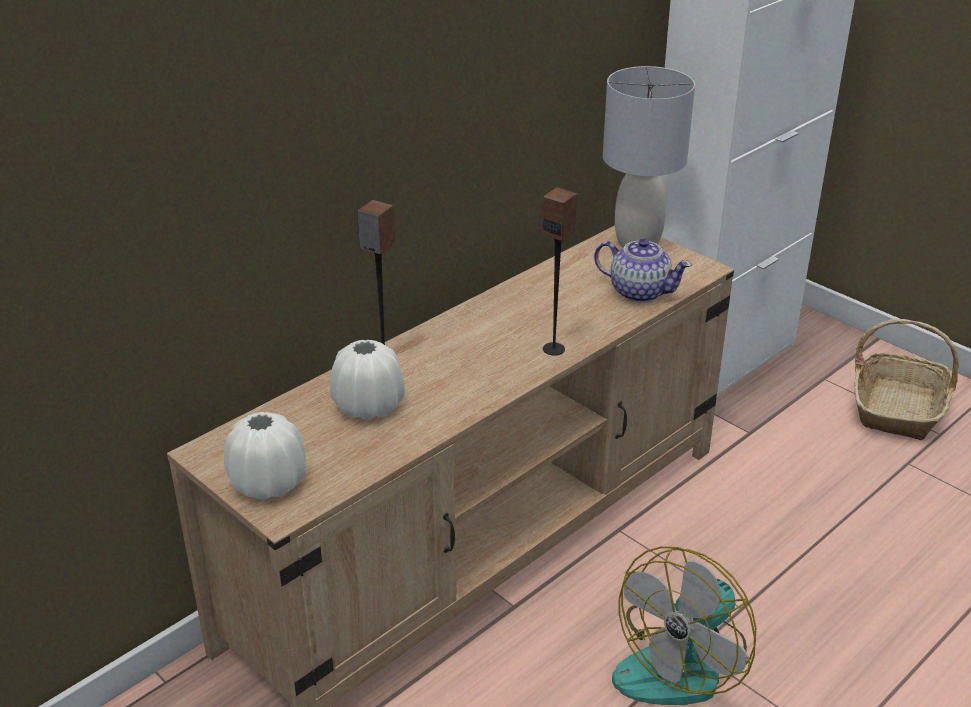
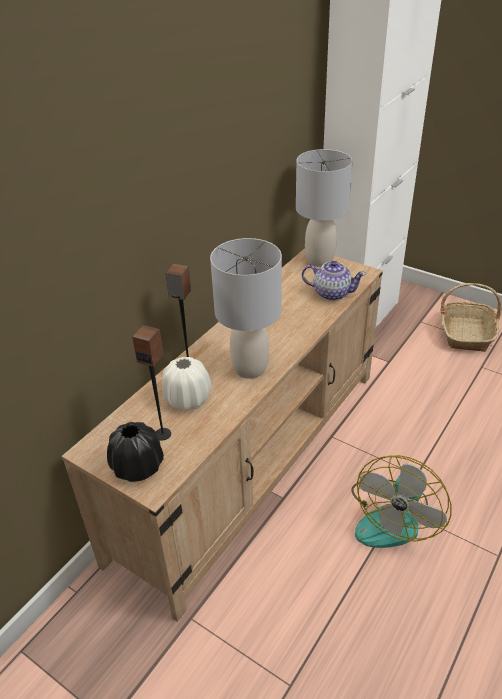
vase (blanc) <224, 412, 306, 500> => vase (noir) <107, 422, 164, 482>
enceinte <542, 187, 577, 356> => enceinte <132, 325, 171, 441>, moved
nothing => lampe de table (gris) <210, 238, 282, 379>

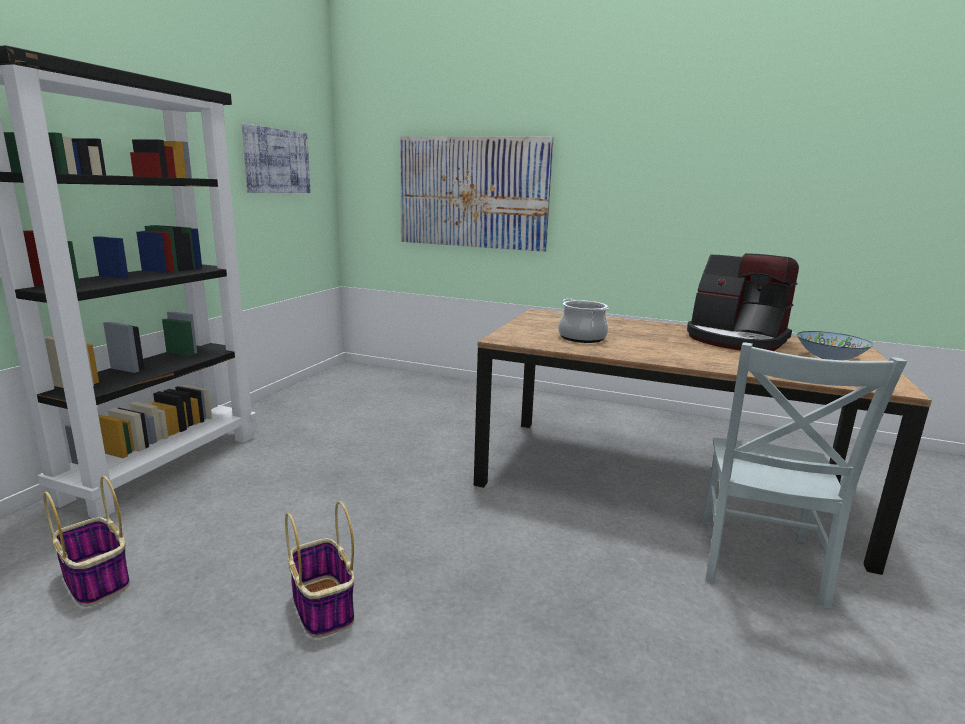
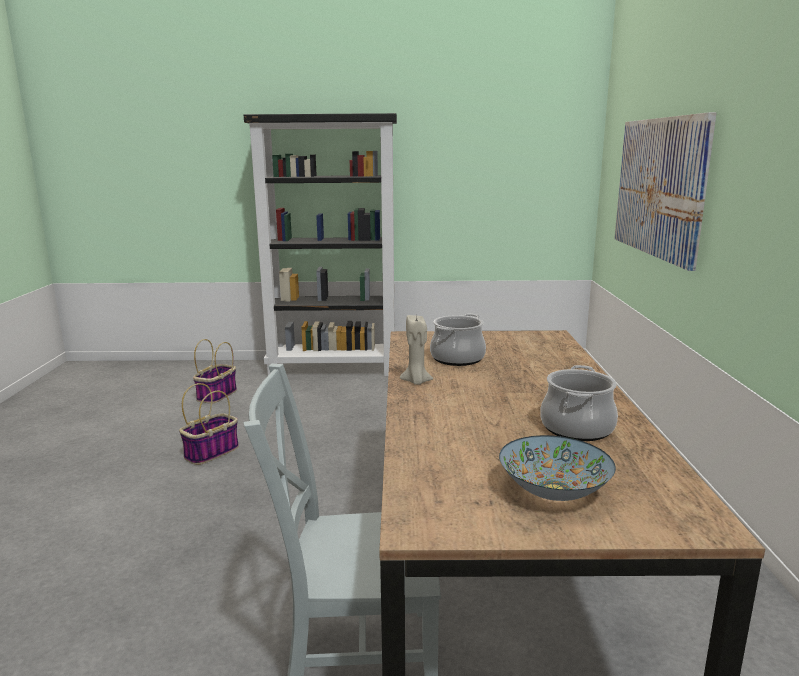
tableau <242, 124, 311, 193> => nothing
machine à café <687, 253, 799, 351> => marmite <540, 365, 618, 441>
nothing => bougie (beige) <400, 315, 433, 385>

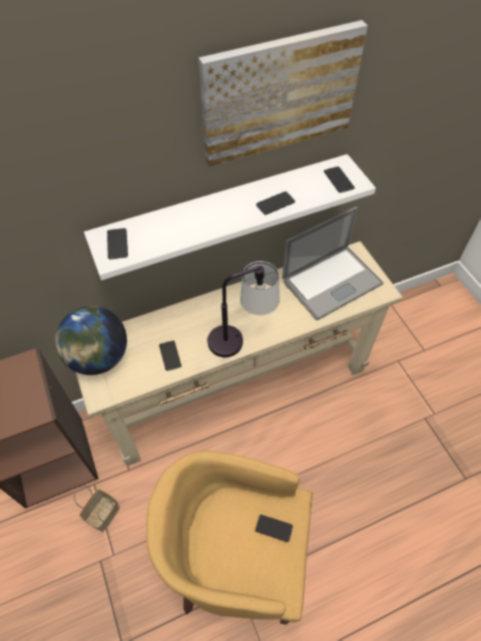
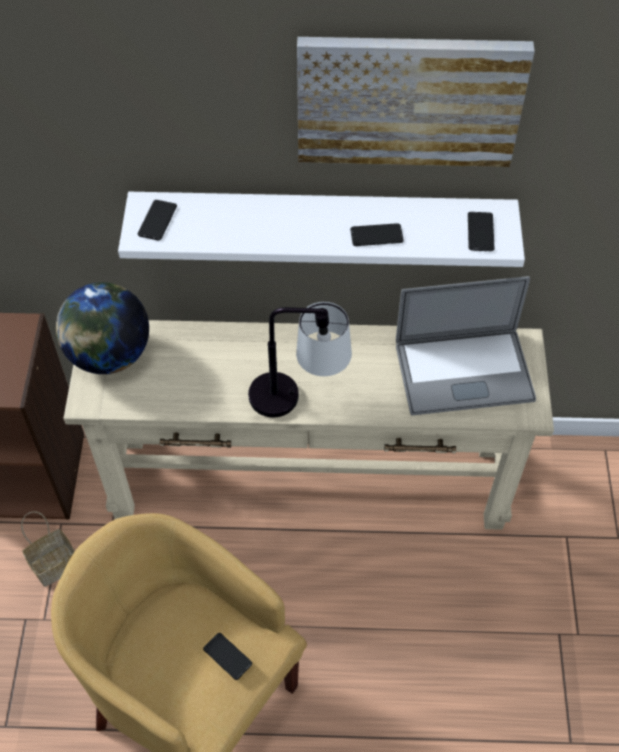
téléphone <159, 341, 182, 371> => nothing

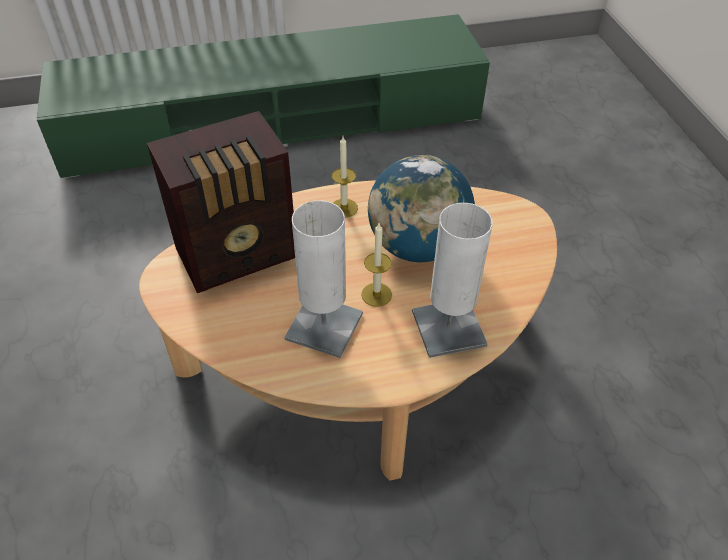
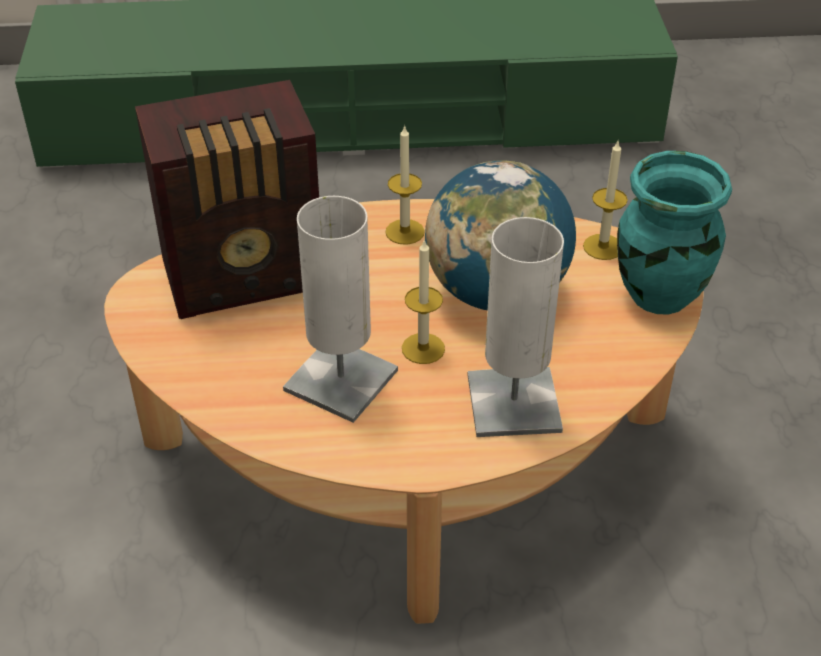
nothing => bougie <583, 139, 628, 260>
nothing => vase (turquoise) <617, 151, 732, 315>

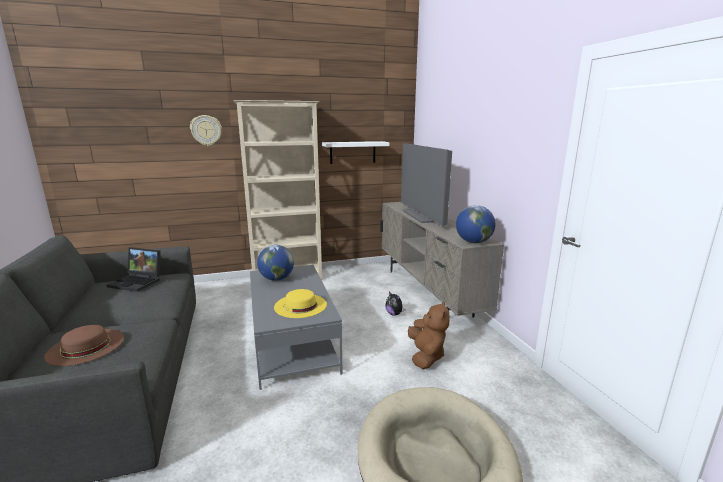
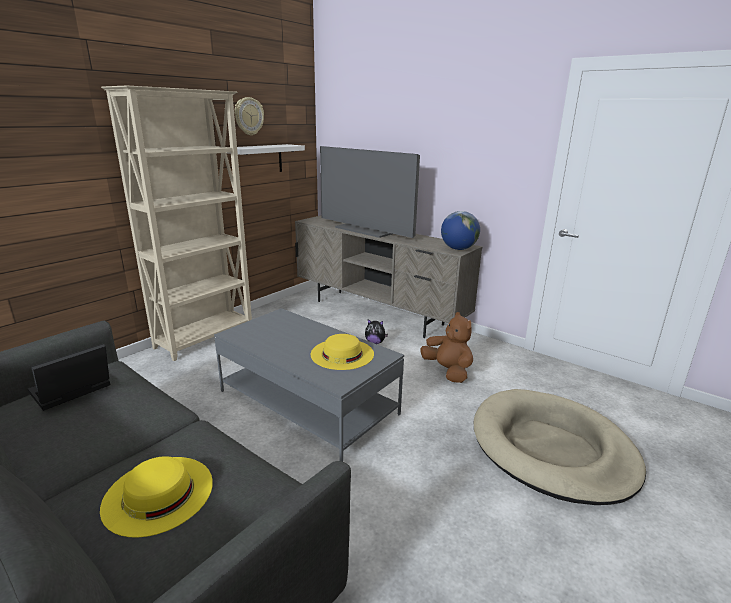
chapeau (marron) <44, 325, 124, 366> => chapeau (jaune) <100, 456, 213, 538>
ordinateur portable <107, 247, 161, 292> => ordinateur portable <28, 344, 111, 411>, 150 degrees clockwise
horloge murale <190, 115, 222, 146> => horloge murale <234, 97, 264, 136>, moved
globe <257, 245, 294, 281> => nothing

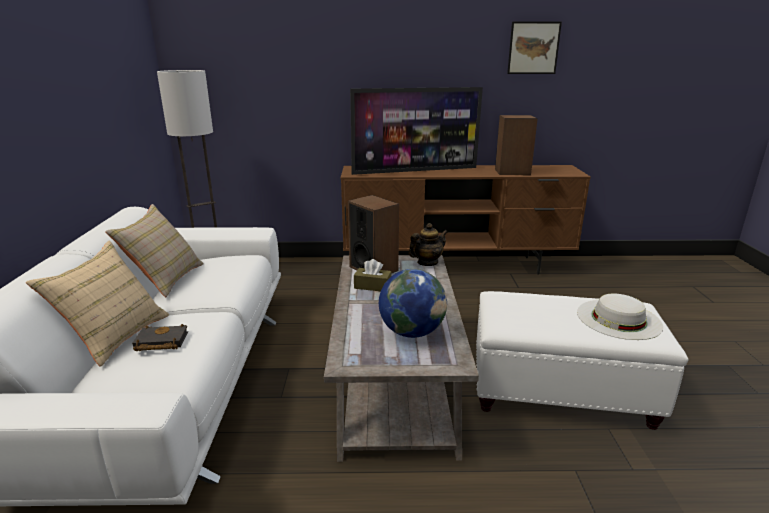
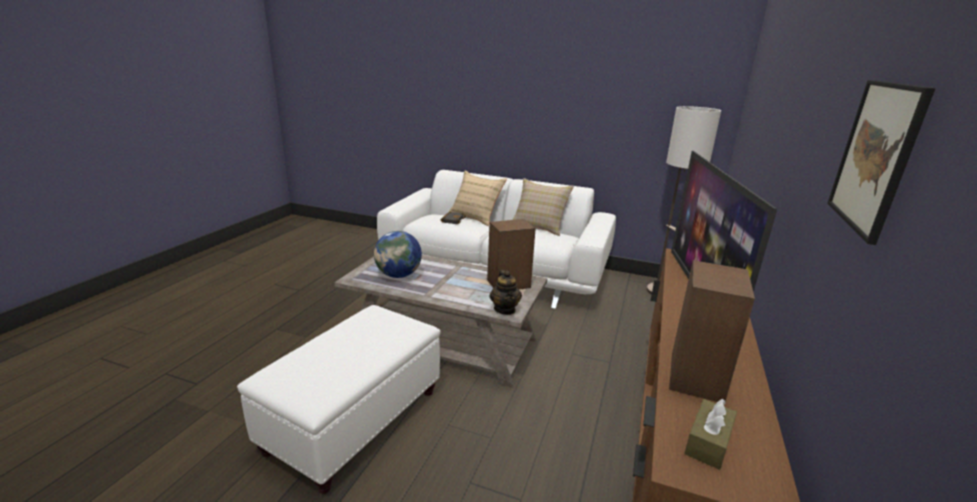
boîte à mouchoirs (marron) <354, 259, 391, 291> => boîte à mouchoirs (marron) <684, 399, 737, 470>, moved
chapeau (blanc) <577, 294, 663, 340> => nothing

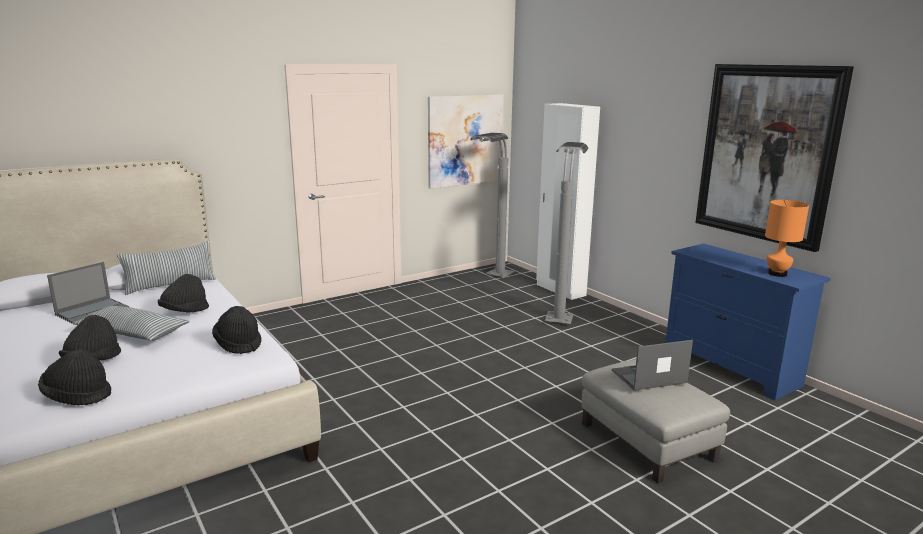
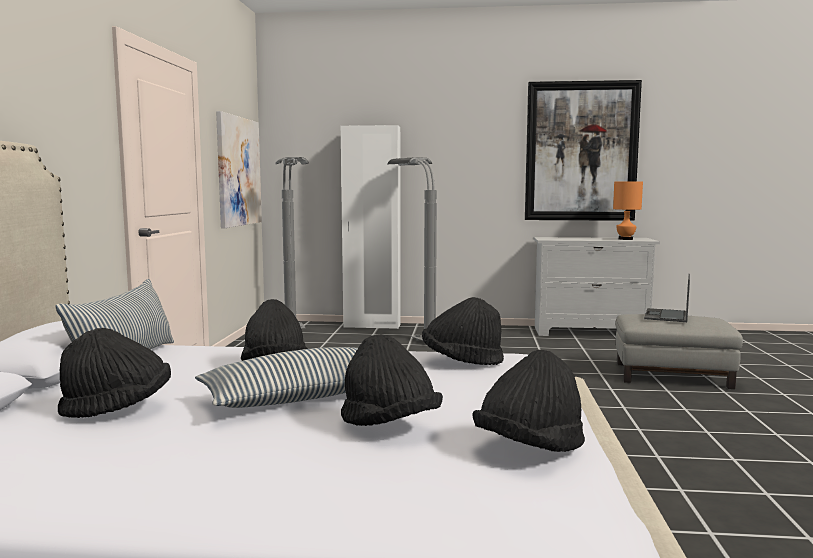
ordinateur portable <47, 262, 130, 323> => chapeau (noir) <58, 328, 171, 418>
commode (bleu) <665, 243, 831, 400> => commode (blanc) <534, 237, 660, 336>

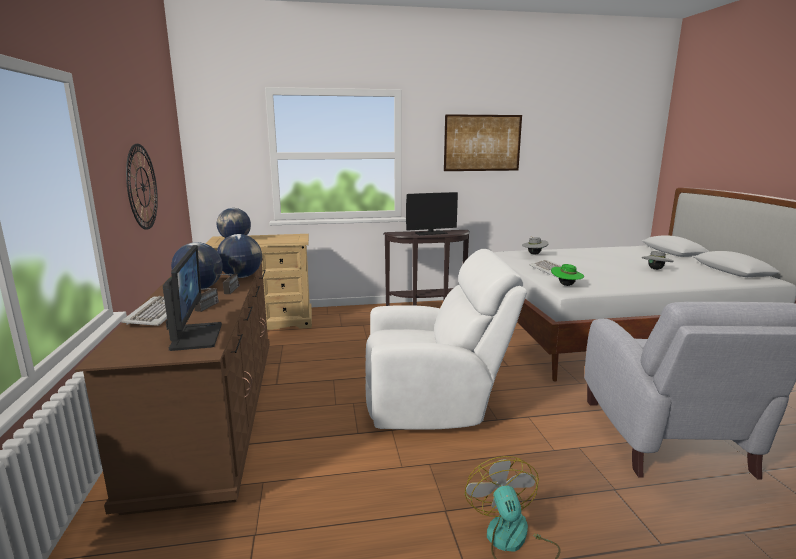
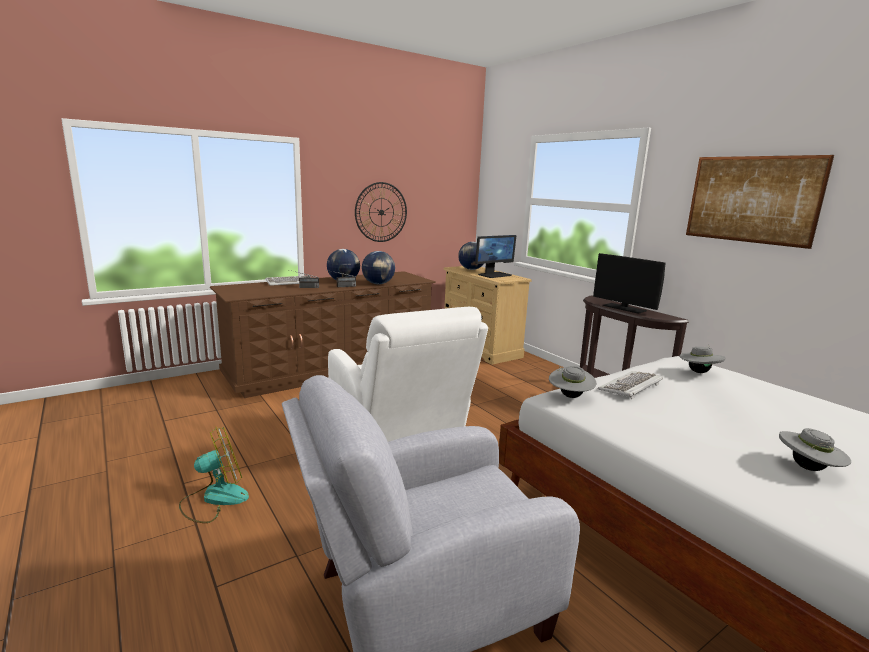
écran d'ordinateur <163, 245, 222, 351> => écran d'ordinateur <475, 235, 516, 278>, moved
chapeau (vert) <551, 264, 584, 286> => chapeau (gris) <549, 366, 596, 398>

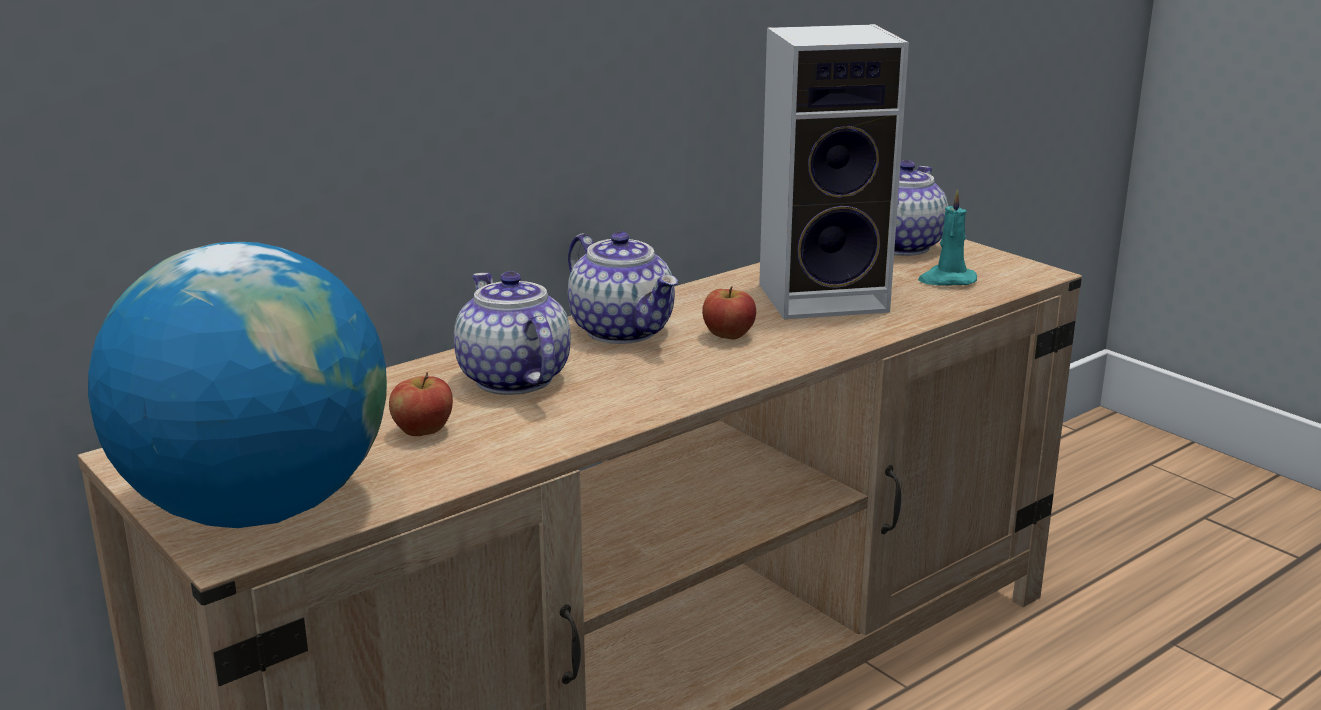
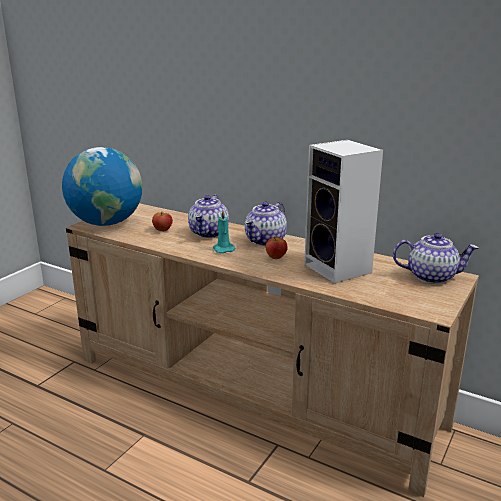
théière <454, 271, 571, 395> => théière <188, 195, 229, 238>, 150 degrees clockwise
bougie (turquoise) <918, 190, 977, 286> => bougie (turquoise) <213, 211, 236, 253>, moved

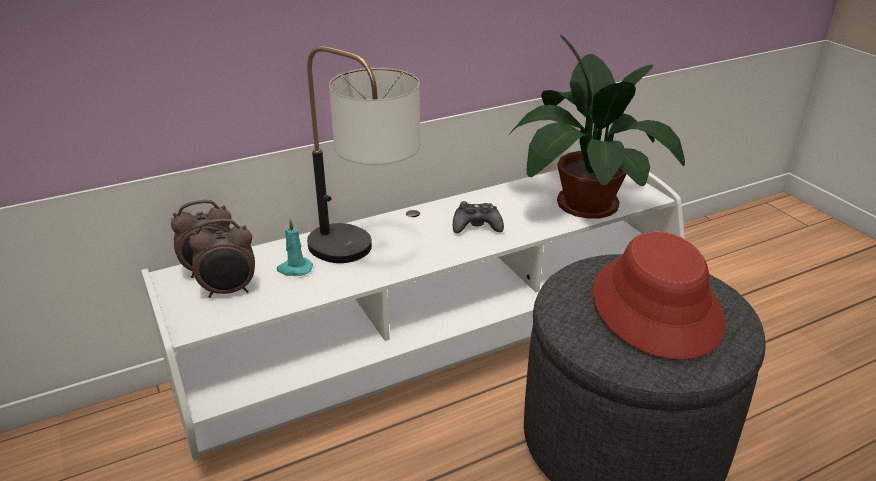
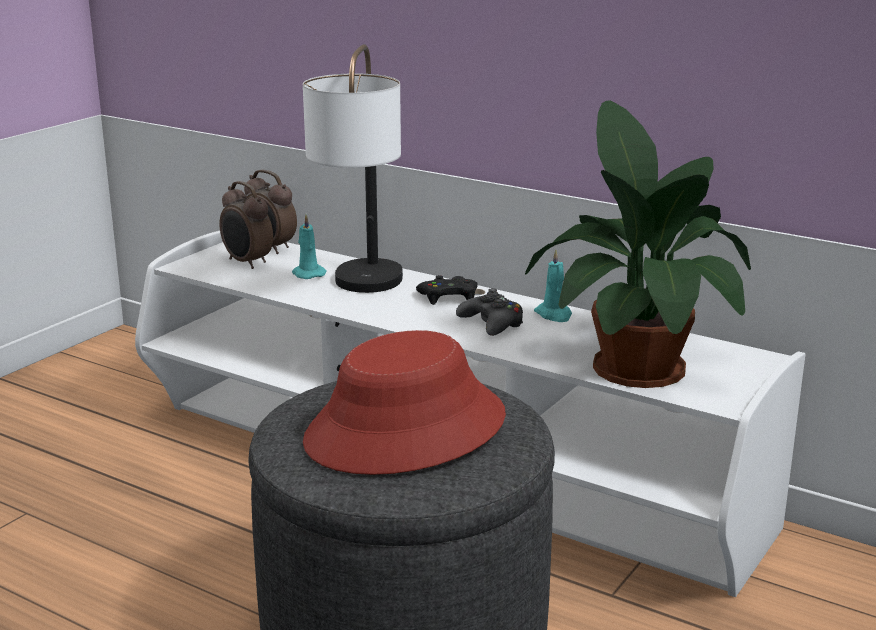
nothing => manette (noir) <416, 275, 478, 305>
nothing => bougie (turquoise) <534, 249, 572, 322>

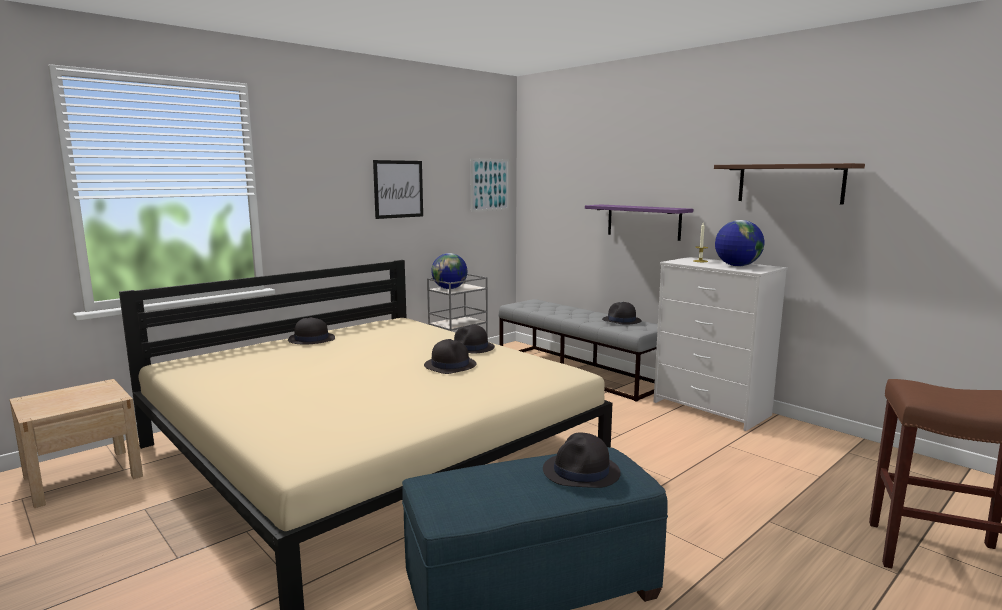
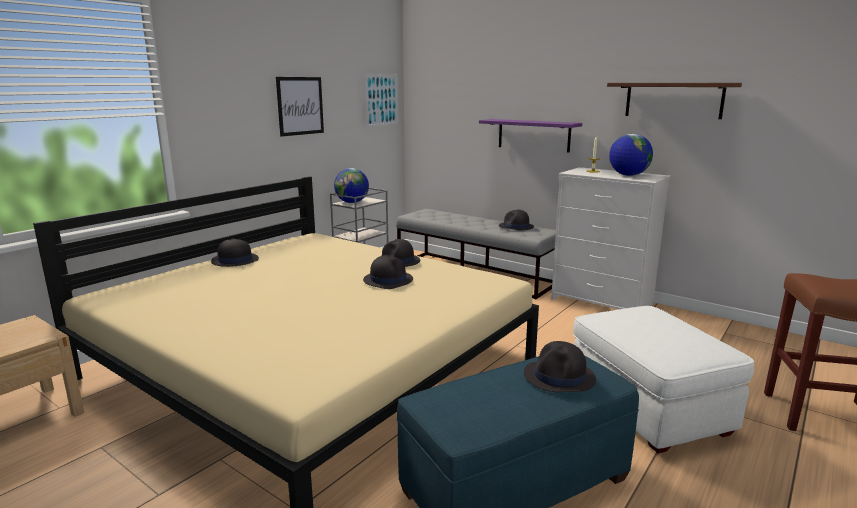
nothing => pouf (blanc) <573, 306, 754, 453>

